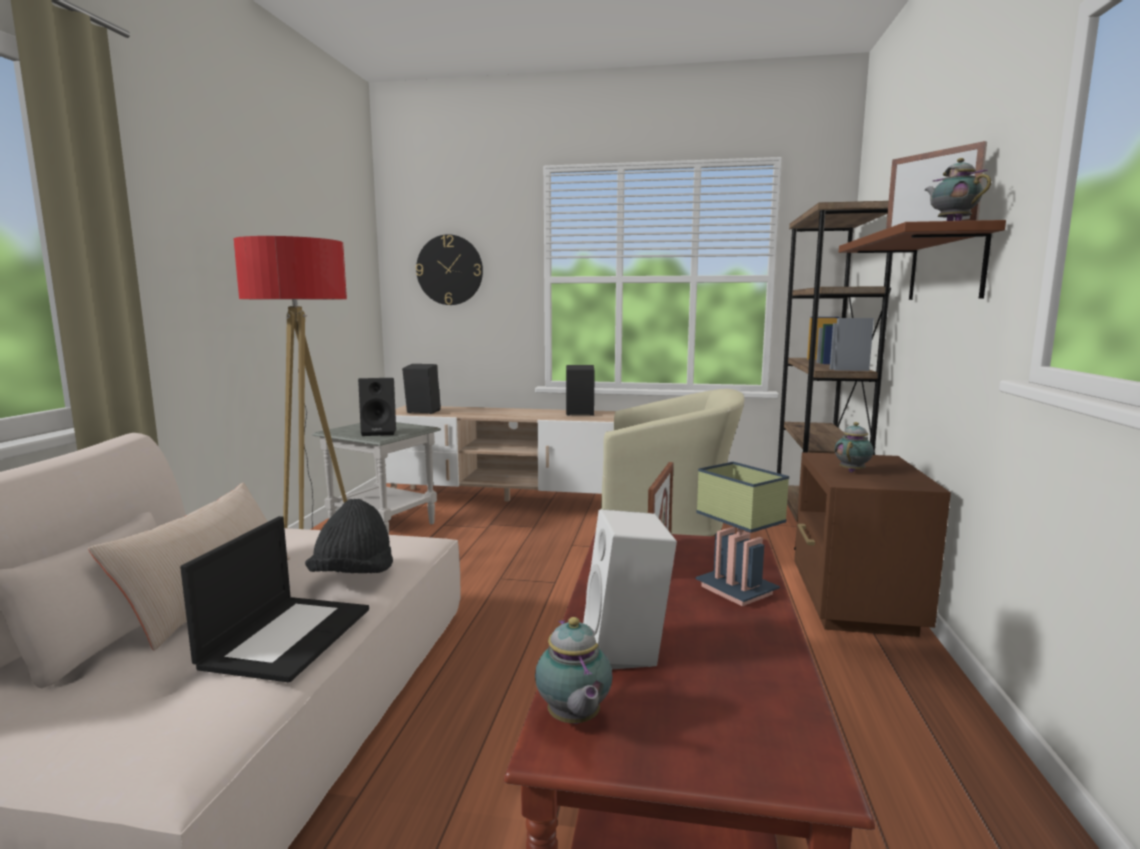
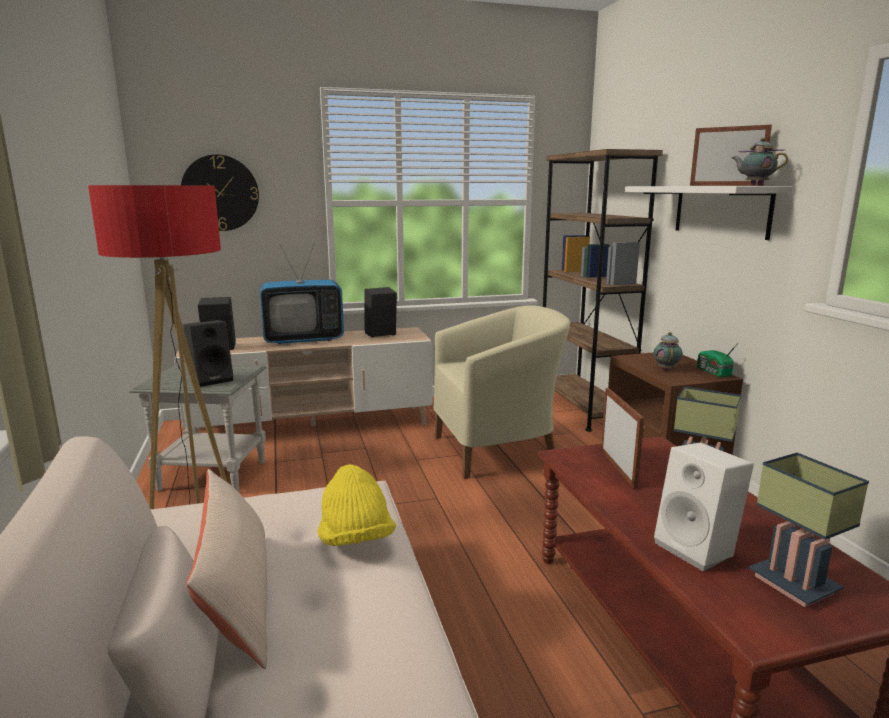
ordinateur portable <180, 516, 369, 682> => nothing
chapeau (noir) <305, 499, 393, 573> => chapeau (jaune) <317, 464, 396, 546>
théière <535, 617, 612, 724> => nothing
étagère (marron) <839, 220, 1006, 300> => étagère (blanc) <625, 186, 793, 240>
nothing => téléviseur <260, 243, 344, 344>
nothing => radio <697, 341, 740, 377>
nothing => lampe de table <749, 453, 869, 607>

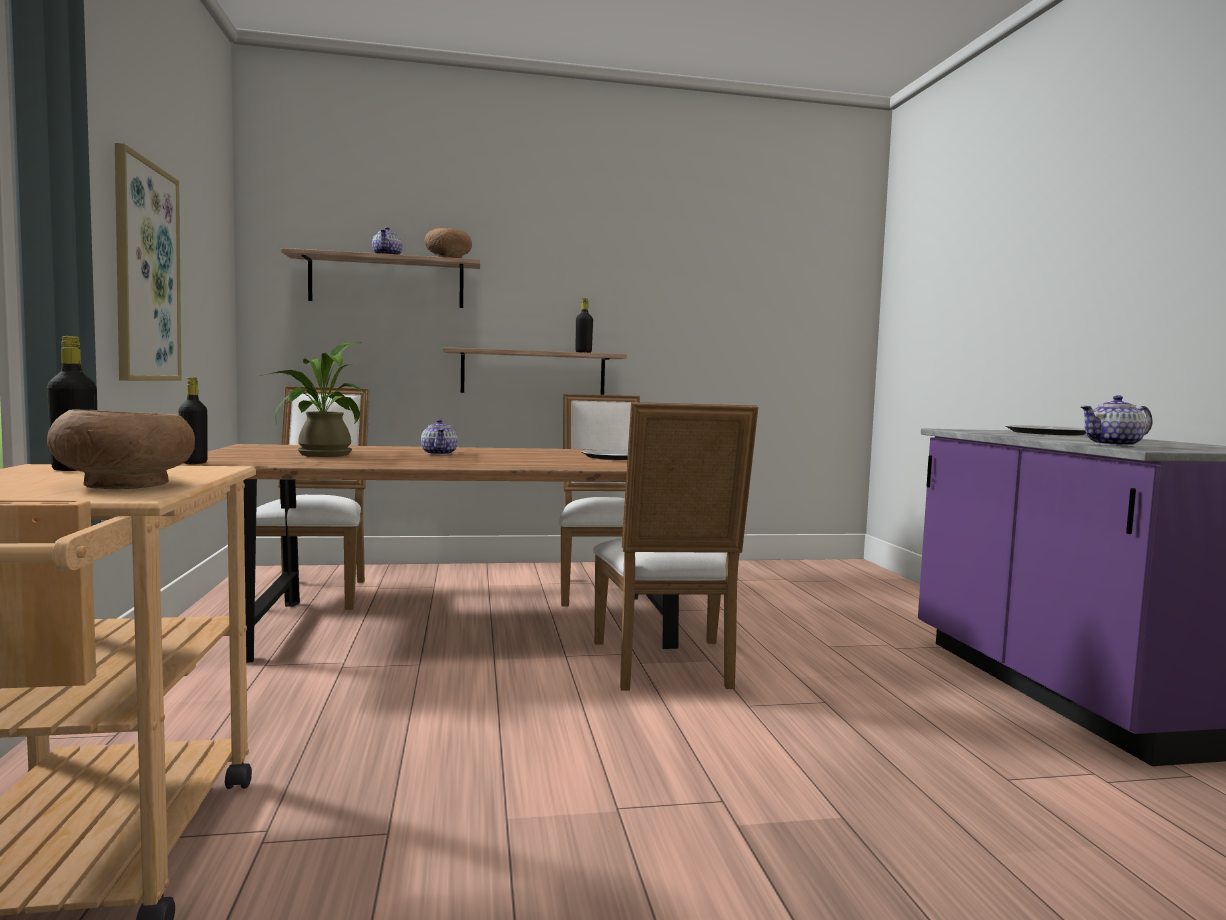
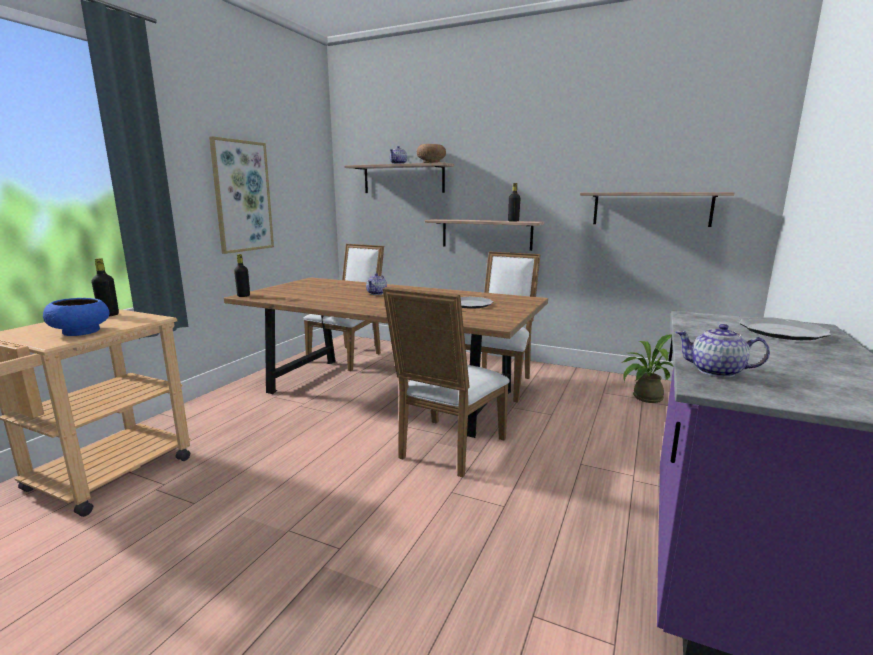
bol (marron) <47, 409, 195, 489> => bol (bleu) <43, 298, 110, 336>
plante en pot <260, 342, 368, 457> => plante en pot <623, 334, 673, 403>, moved
nothing => étagère <580, 192, 735, 227>

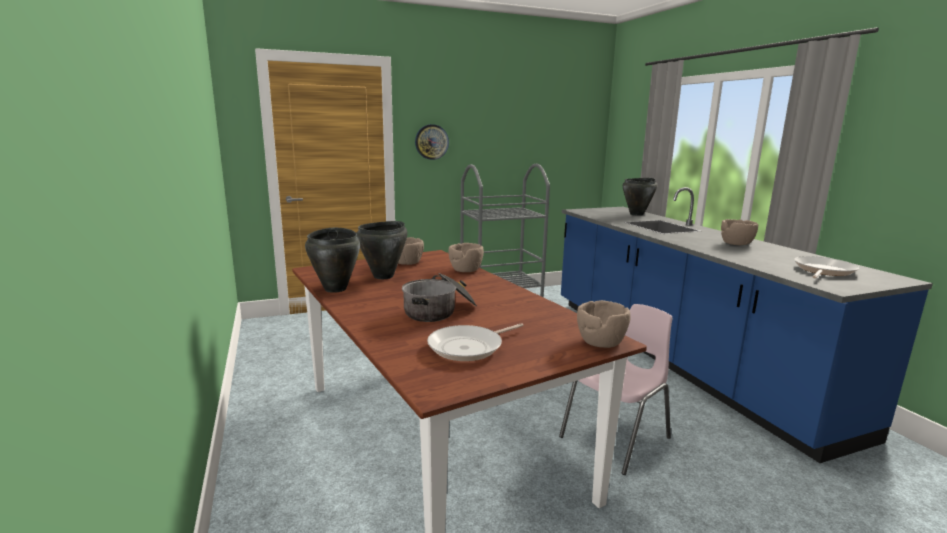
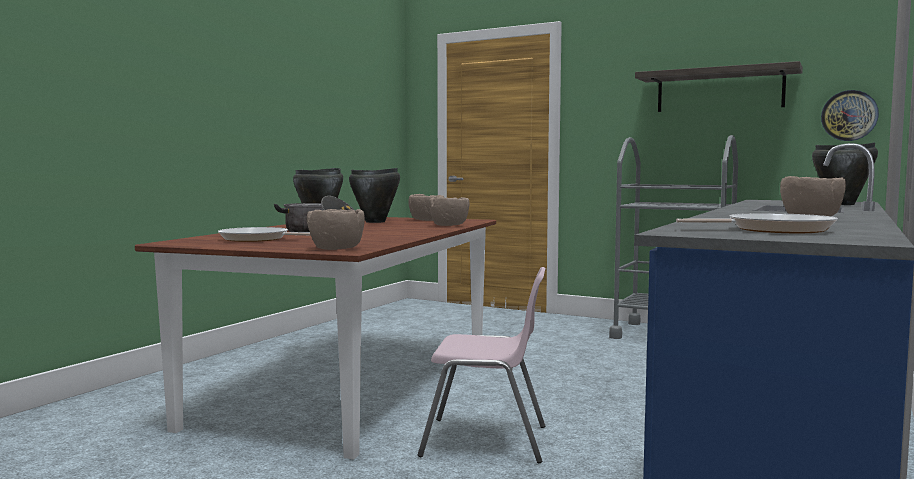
horloge murale <415, 124, 449, 160> => horloge murale <821, 90, 879, 141>, moved
nothing => étagère <635, 61, 803, 112>

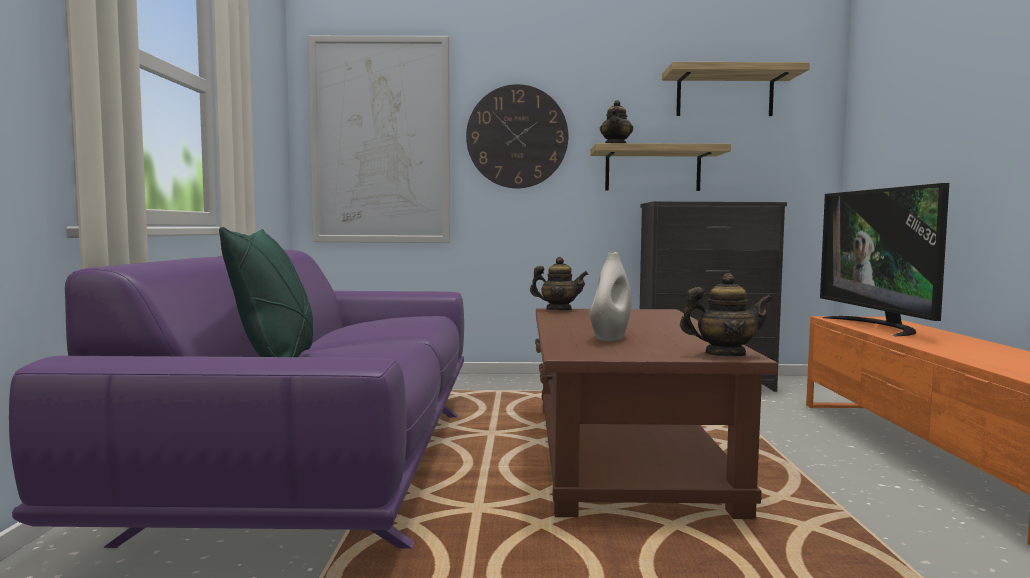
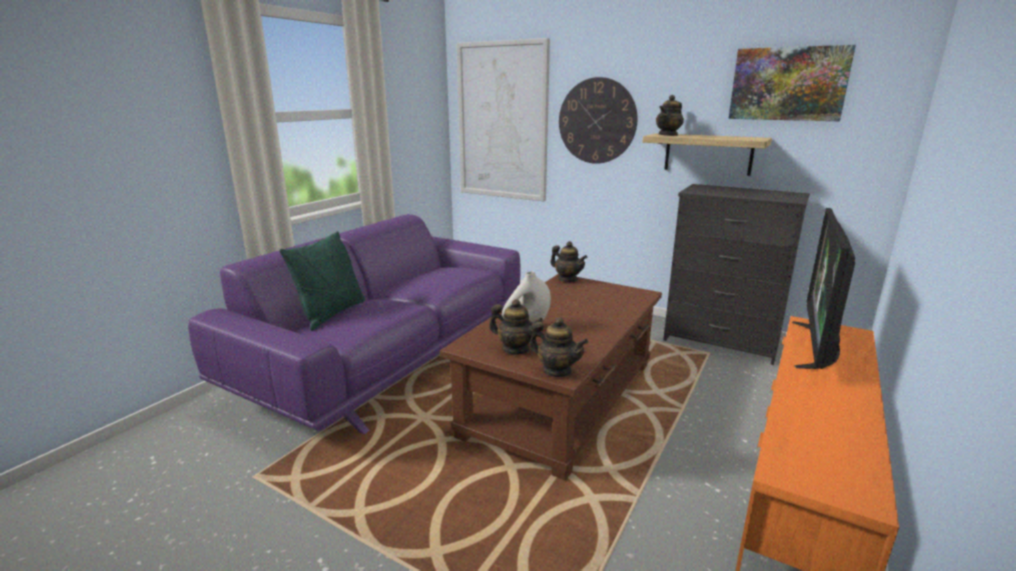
étagère <662, 62, 810, 116> => tableau <728, 45, 856, 121>
nothing => théière <489, 299, 543, 355>

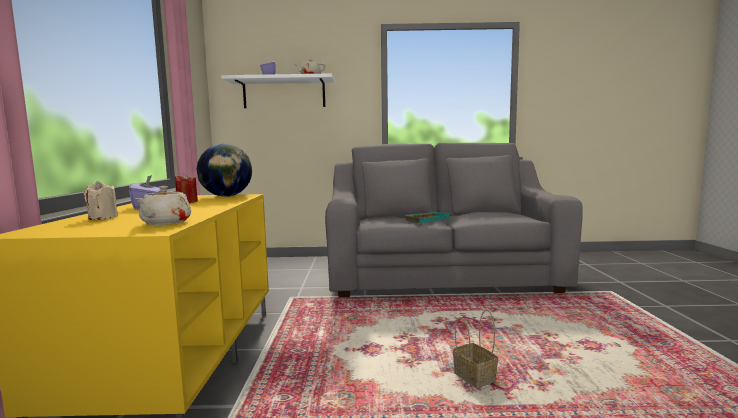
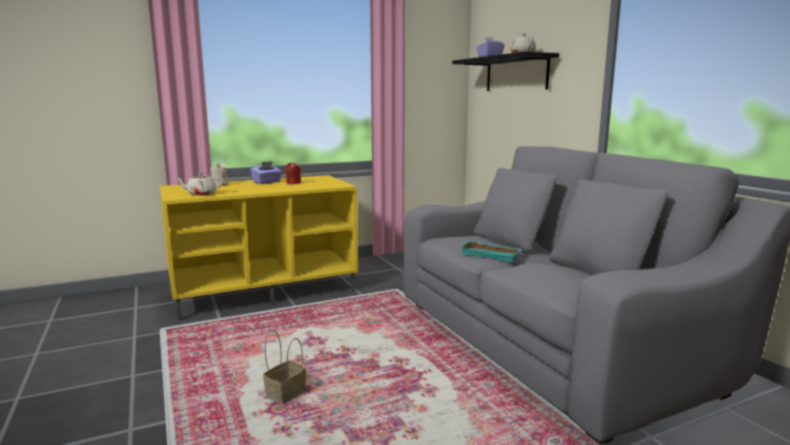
globe <197, 144, 252, 197> => nothing
étagère (blanc) <221, 73, 335, 108> => étagère (noir) <452, 52, 559, 91>

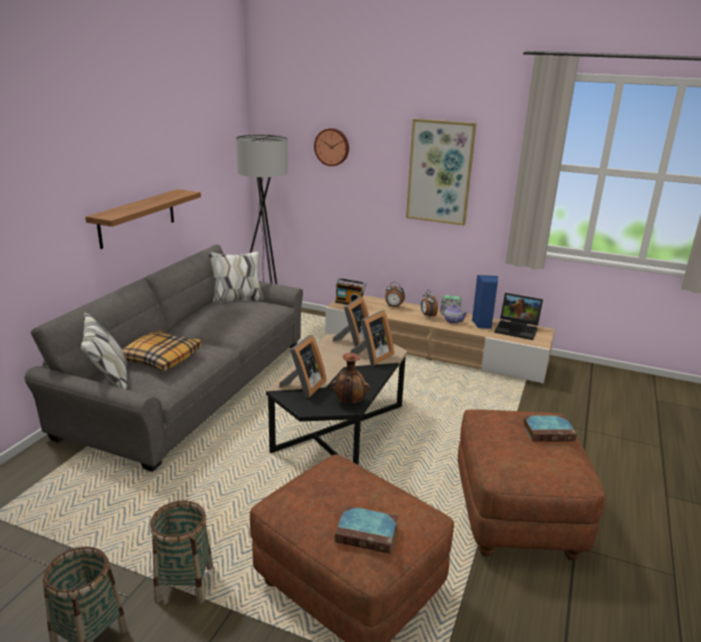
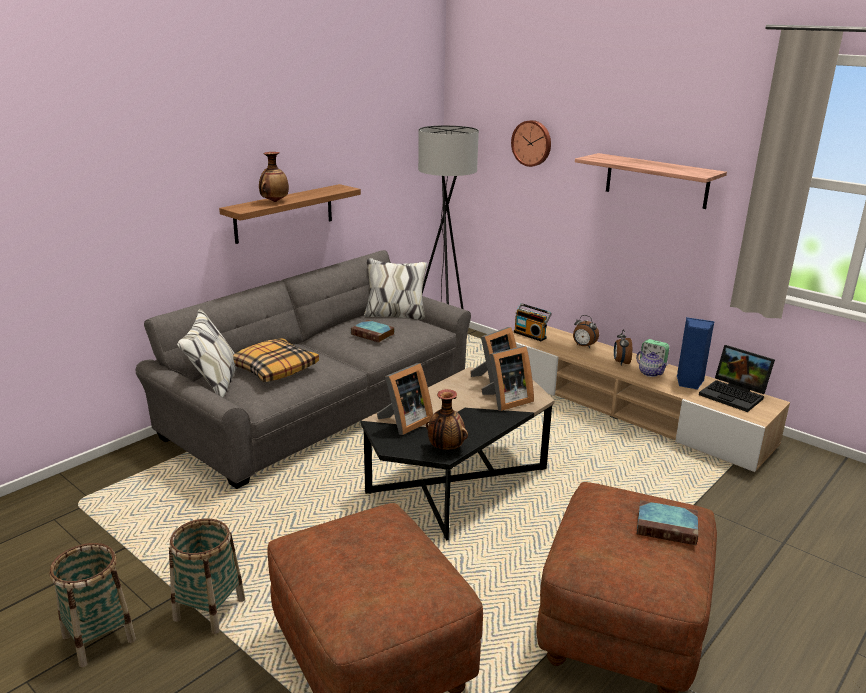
livre <335, 506, 398, 554> => livre <351, 320, 395, 343>, moved
tableau <406, 119, 477, 226> => étagère <575, 153, 727, 209>
nothing => vase <259, 152, 289, 202>

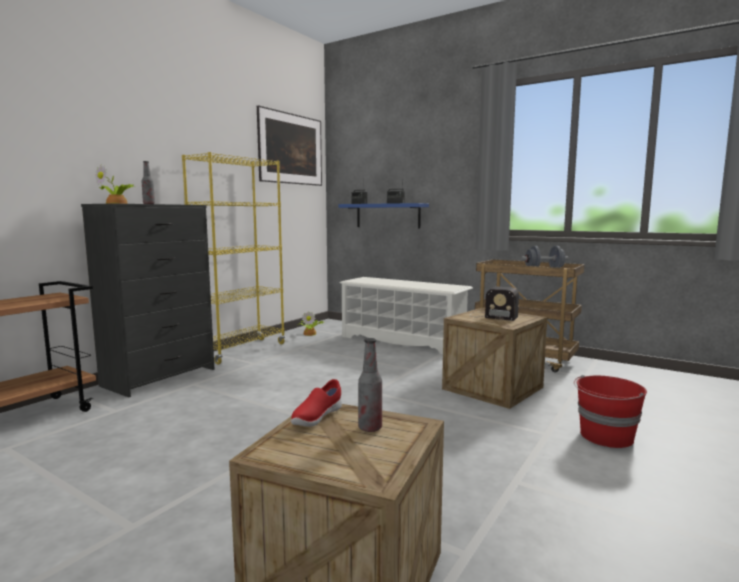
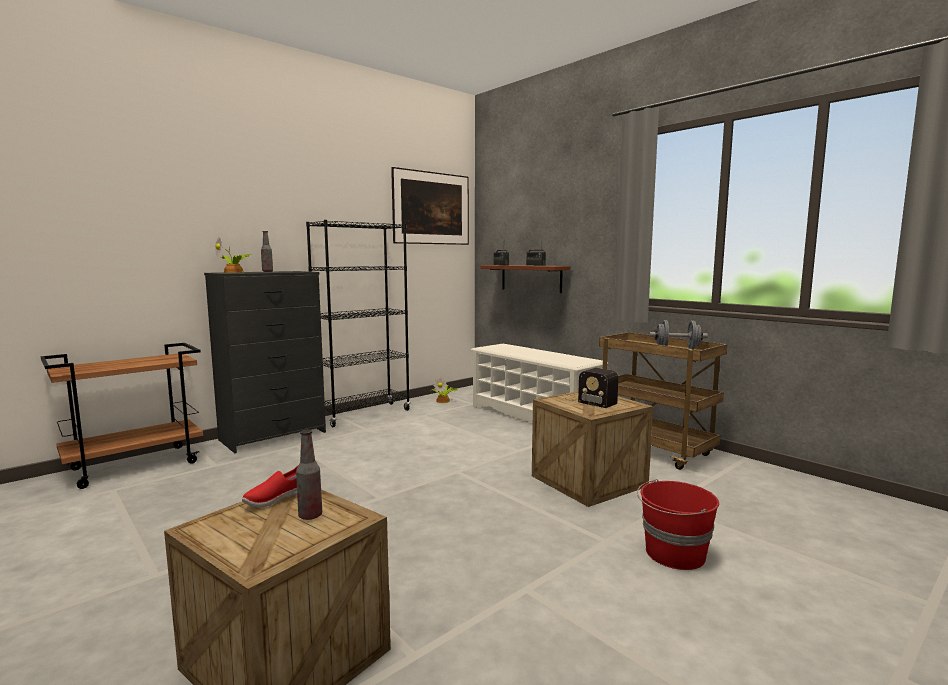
bibliothèque (jaune) <182, 152, 285, 364> => bibliothèque (noir) <306, 220, 410, 427>
étagère (bleu) <339, 203, 429, 228> => étagère (marron) <480, 265, 571, 293>

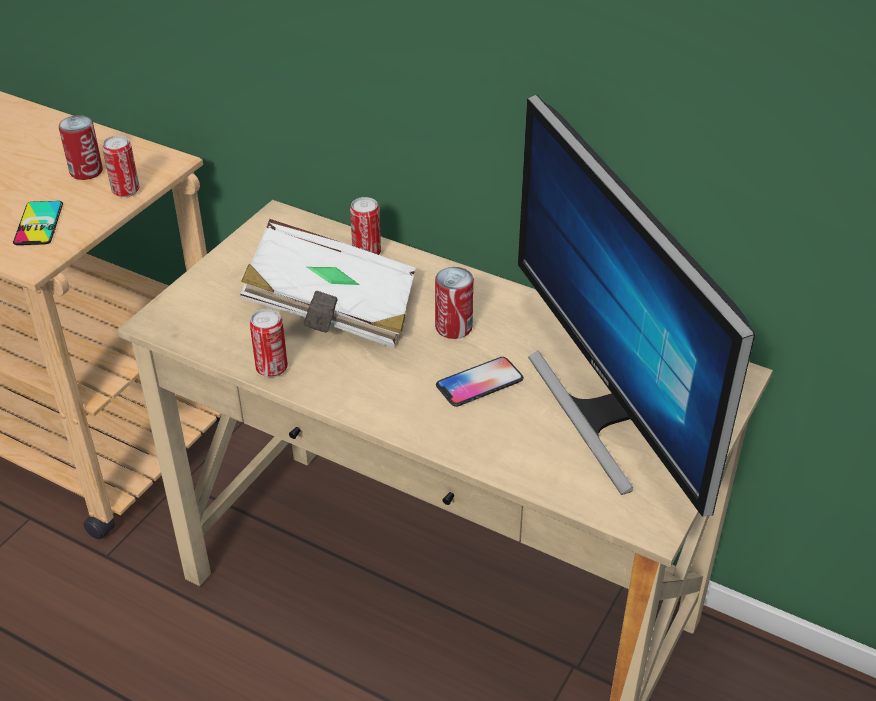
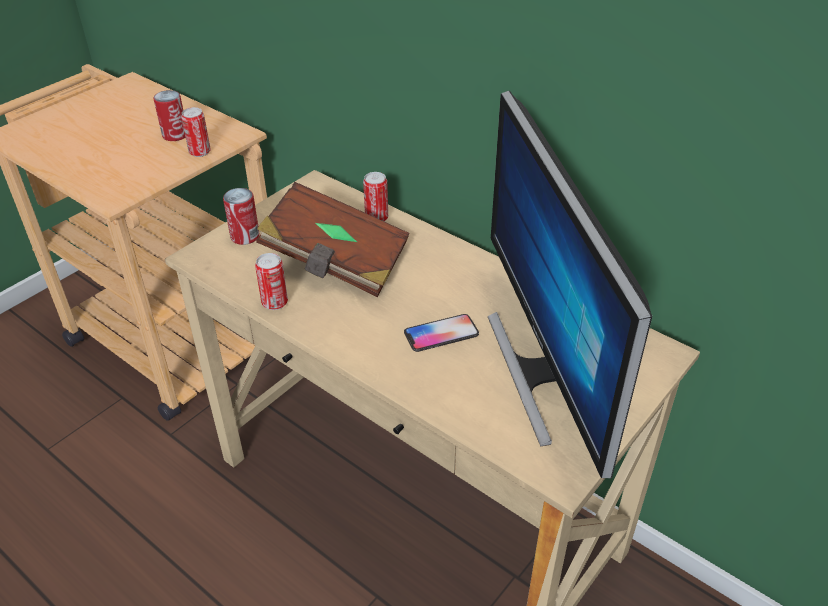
téléphone <13, 201, 63, 245> => nothing
livre (blanc) <239, 219, 416, 348> => livre (marron) <256, 182, 409, 297>
boîte métallique <435, 267, 474, 339> => boîte métallique <223, 188, 260, 245>, moved

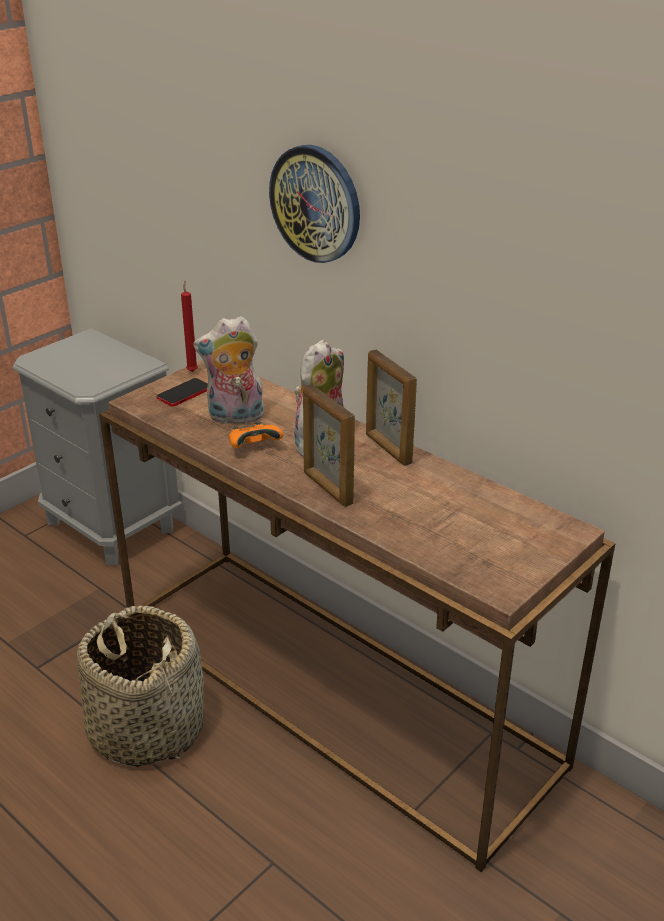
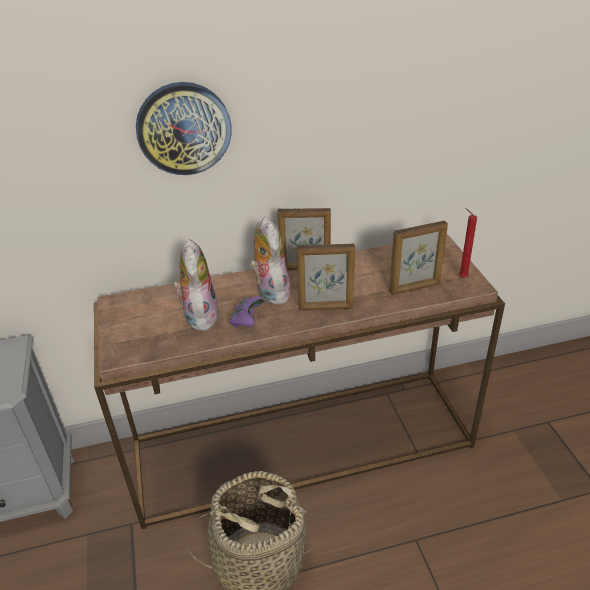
téléphone <157, 378, 208, 407> => nothing
bougie (rouge) <181, 281, 198, 372> => bougie (rouge) <459, 208, 477, 278>, moved
peluche <193, 316, 265, 426> => peluche <173, 239, 220, 331>, 150 degrees clockwise
manette (orange) <229, 422, 283, 448> => manette (violet) <229, 296, 264, 327>
nothing => cadre photo <389, 221, 448, 295>

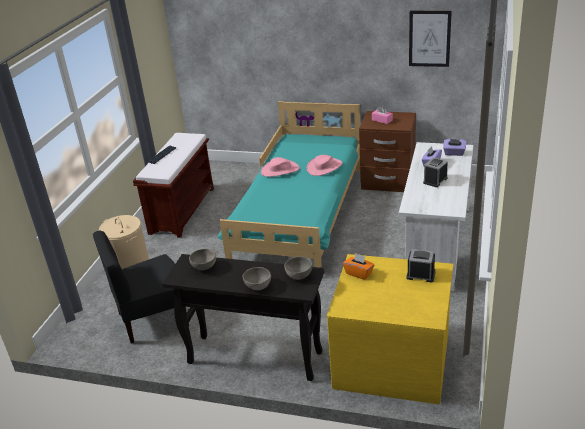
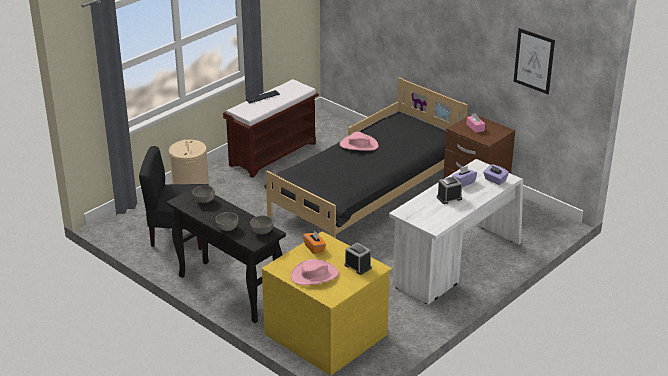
lit (turquoise) <218, 101, 360, 268> => lit (noir) <264, 77, 468, 238>
chapeau (rose) <307, 155, 342, 176> => chapeau (rose) <291, 259, 339, 285>, moved

